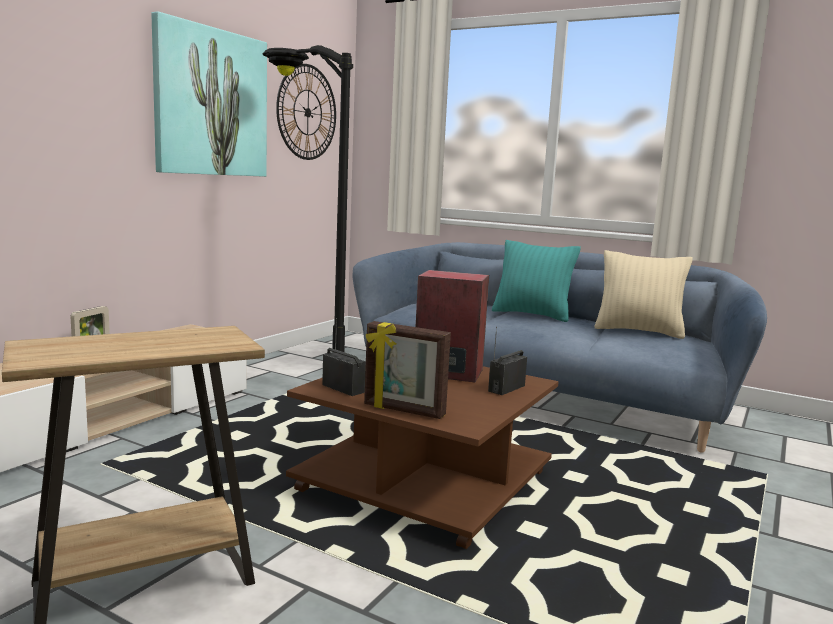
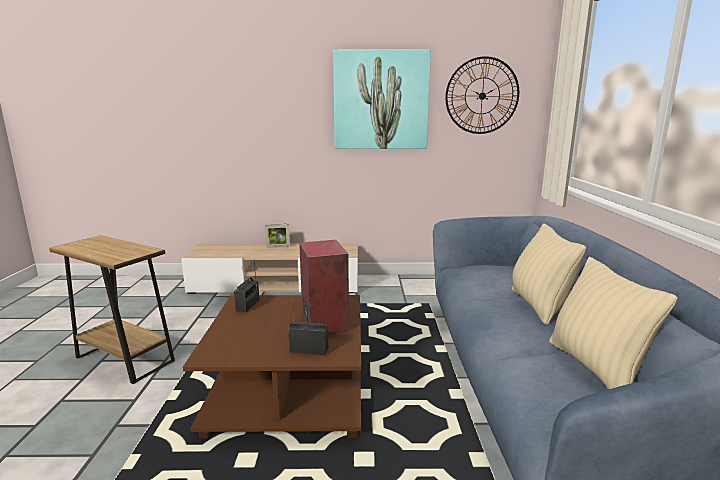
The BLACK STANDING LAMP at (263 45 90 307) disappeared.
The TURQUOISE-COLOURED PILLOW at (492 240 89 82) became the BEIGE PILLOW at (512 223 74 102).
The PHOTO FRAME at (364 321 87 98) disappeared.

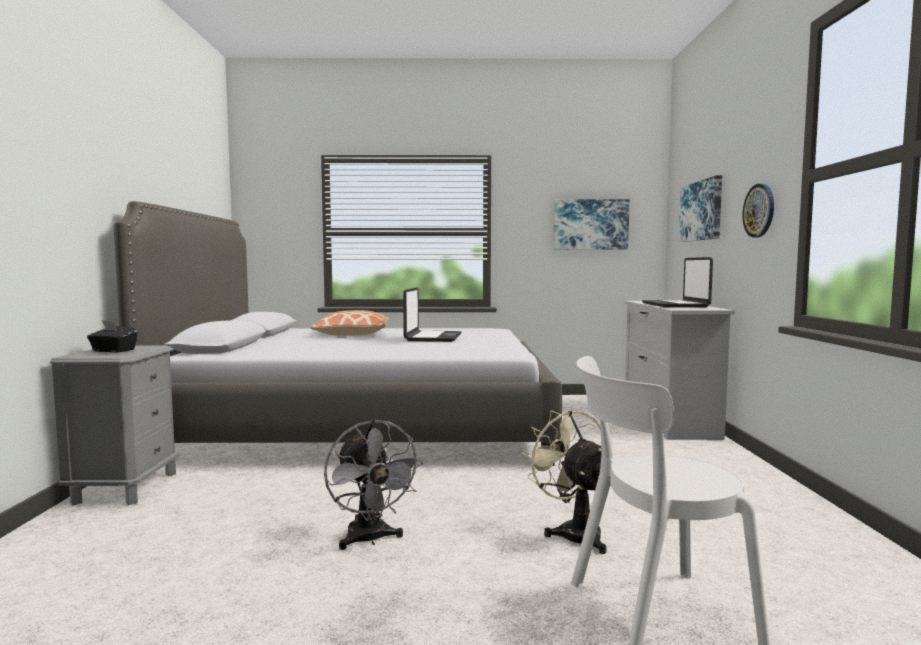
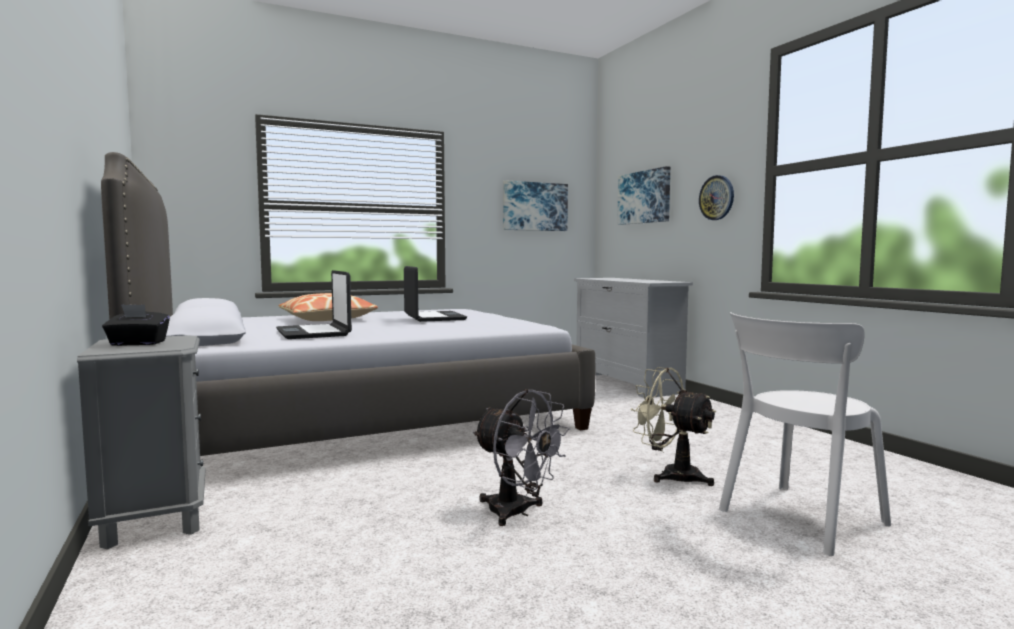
The LAPTOP moved from (642 257 71 50) to (276 270 76 69).

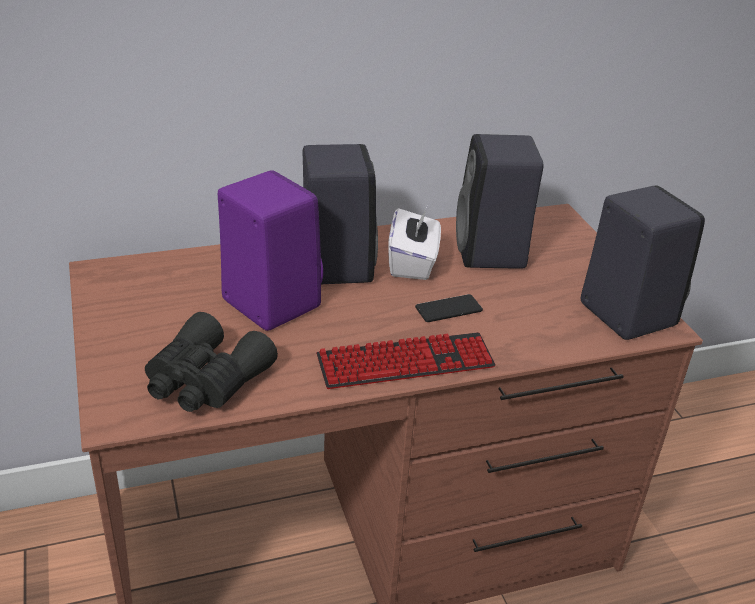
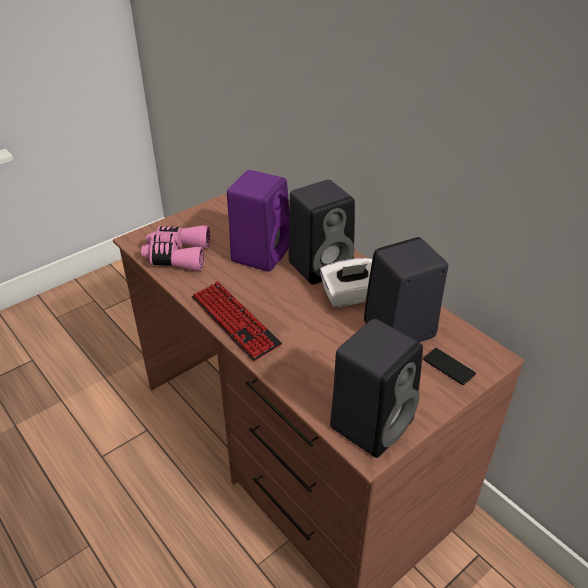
The TELEPHONE moved from (415 294 68 28) to (423 348 53 37).
The BLACK FIELD GLASSES at (145 312 133 100) became the PINK-COLOURED FIELD GLASSES at (141 225 69 46).

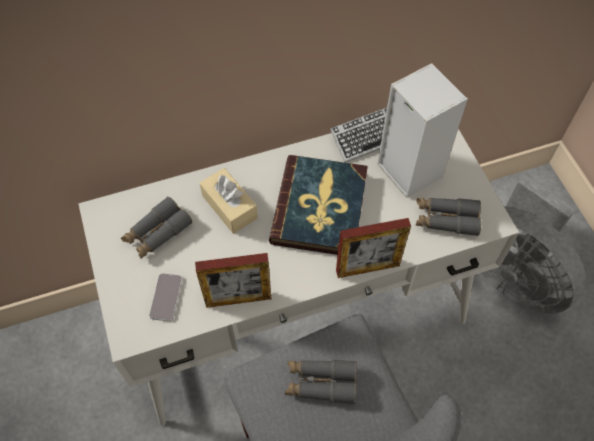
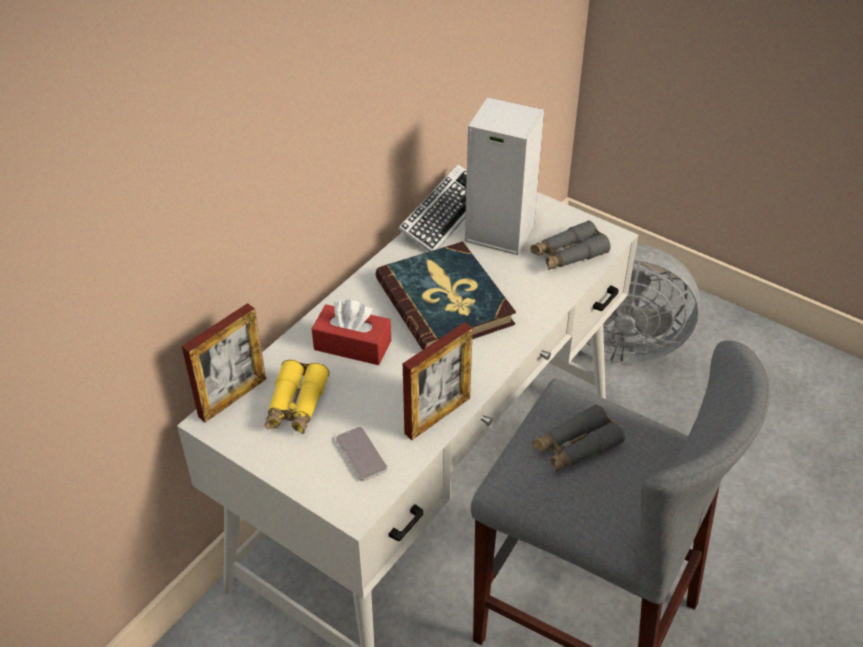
The BEIGE TISSUE HOLDER at (200 168 58 66) became the REDDISH TISSUE HOLDER at (312 300 79 65).
The GRAY FIELD GLASSES at (121 197 71 62) became the YELLOW-COLOURED FIELD GLASSES at (265 359 64 75).
The PHOTO FRAME moved from (336 218 75 60) to (182 303 84 119).

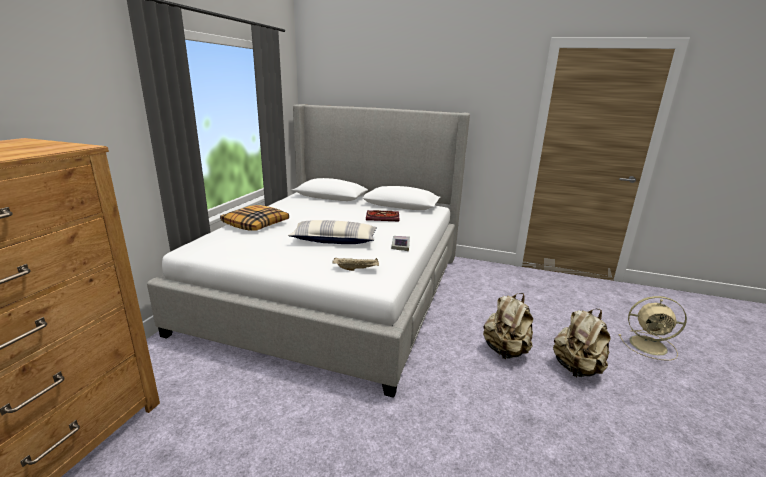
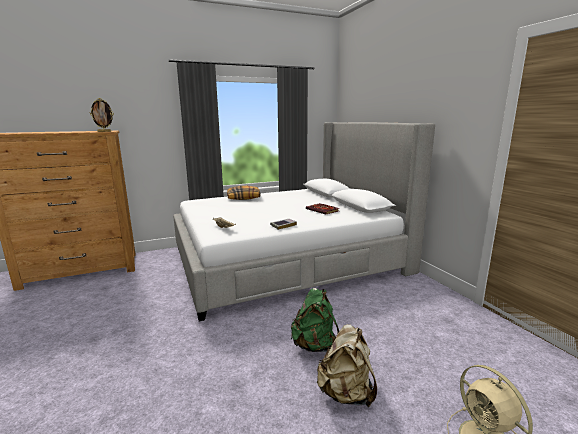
The PILLOW at (288 220 89 24) disappeared.
The BEIGE KNAPSACK at (483 293 50 66) became the GREEN KNAPSACK at (291 288 48 64).
The PHOTO FRAME at (90 98 24 34) appeared.

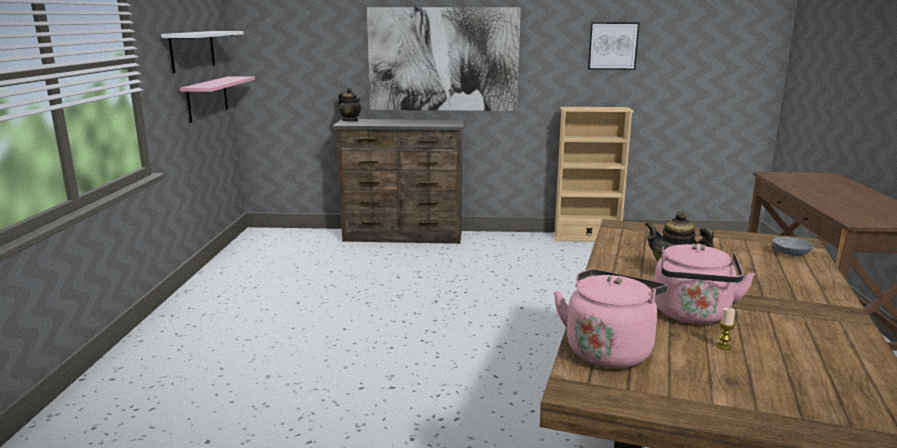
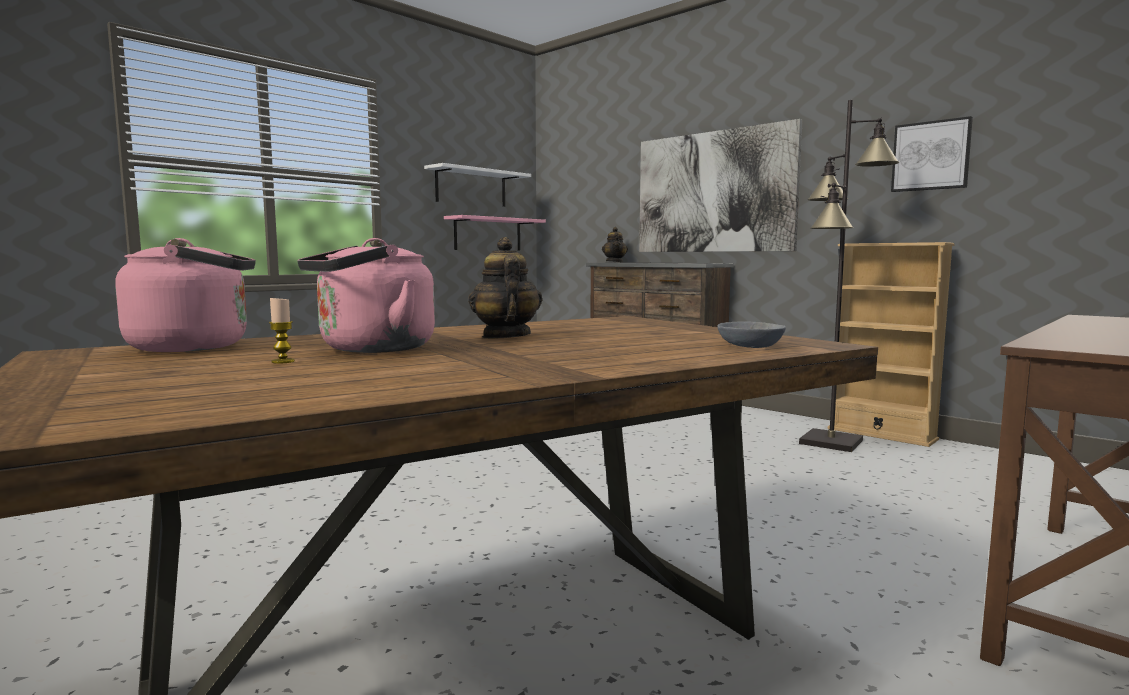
The BLACK STANDING LAMP at (799 100 100 352) appeared.

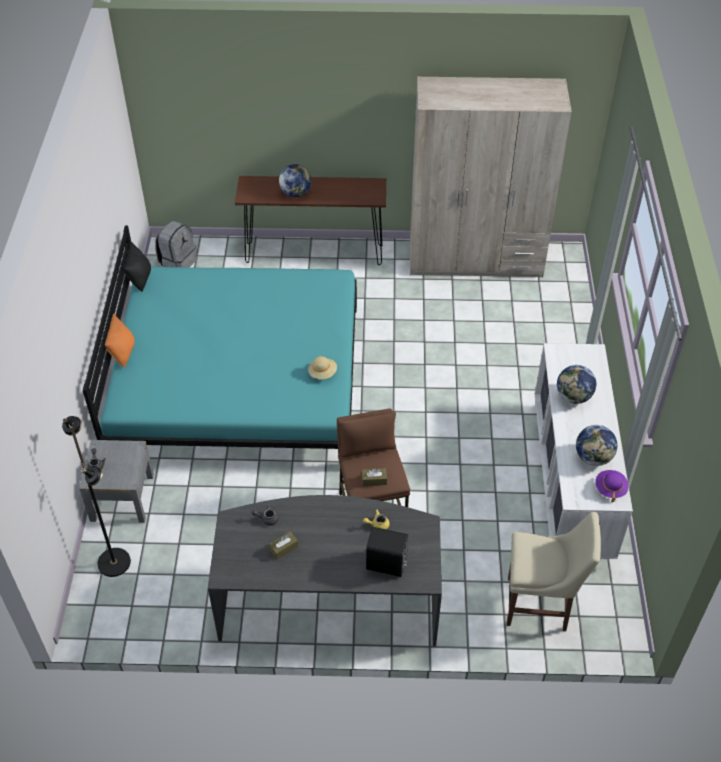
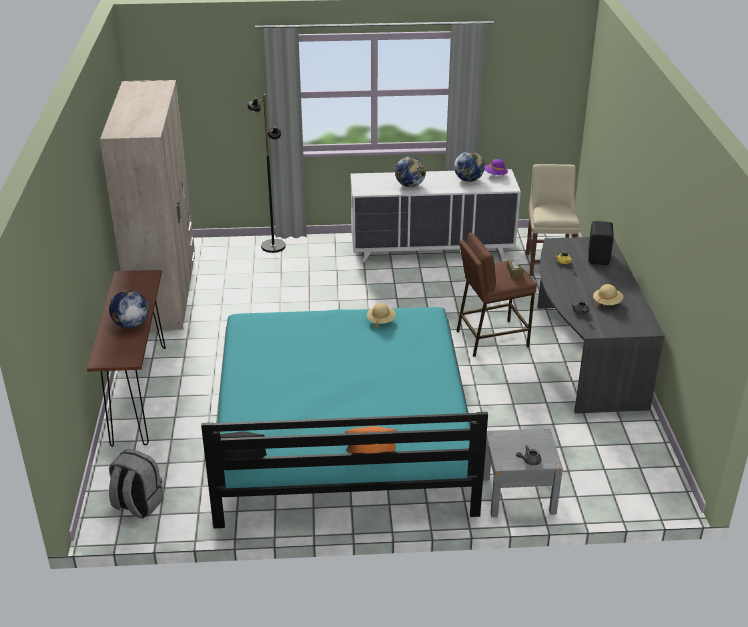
The BLACK STANDING LAMP moved from (62 416 69 161) to (247 94 39 159).
The BROWN-COLOURED TISSUE HOLDER at (269 531 29 28) was replaced by the BEIGE HAT at (593 284 30 23).

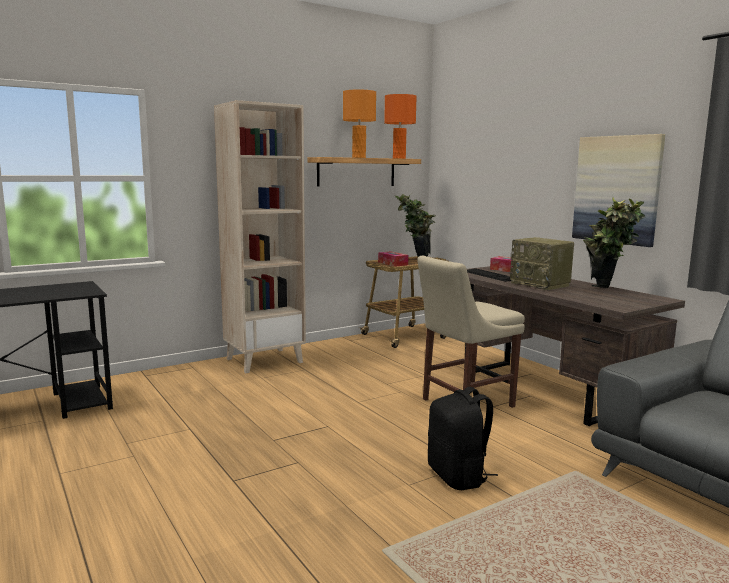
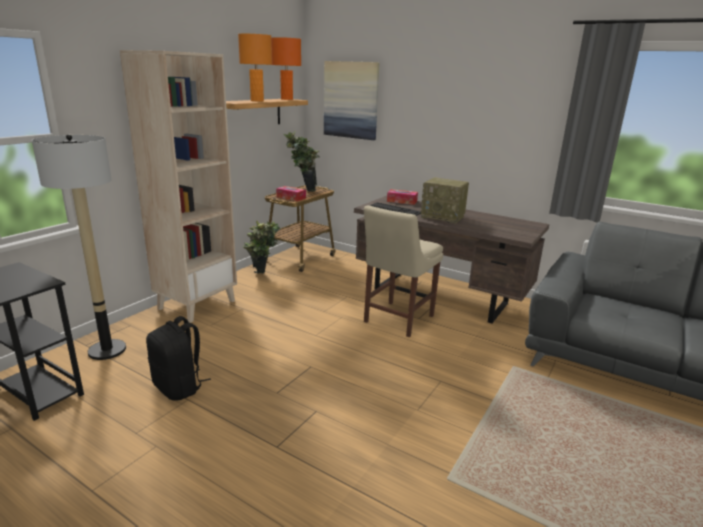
The WALL PICTURE moved from (572 134 93 113) to (324 61 56 79).
The POTTED PLANT moved from (583 197 63 91) to (243 221 38 53).
The BLACK KNAPSACK moved from (428 387 70 103) to (146 316 65 84).
The STANDING LAMP at (32 135 94 225) appeared.

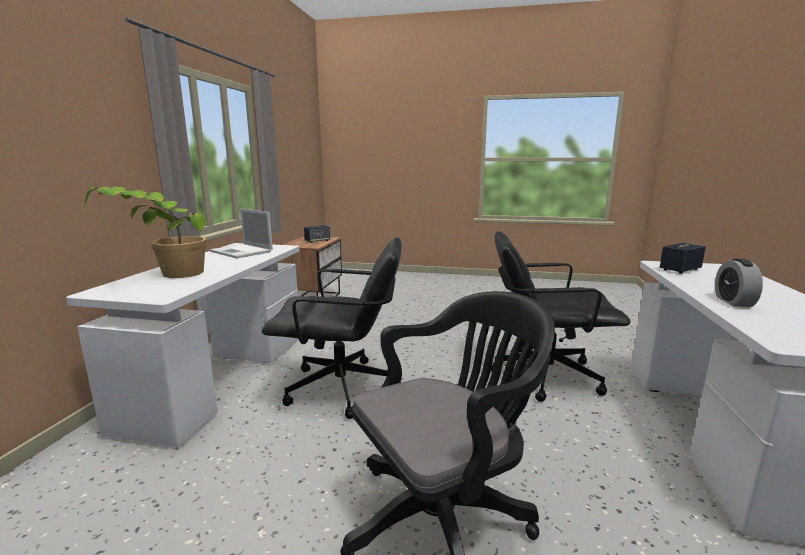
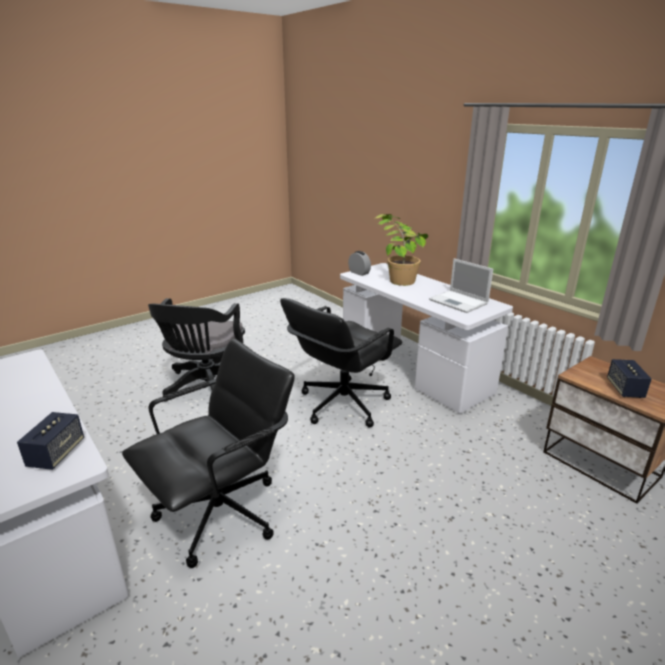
The LAPTOP at (210 209 63 49) turned 120 degrees counterclockwise.
The TABLE CLOCK moved from (715 259 48 48) to (348 251 23 25).

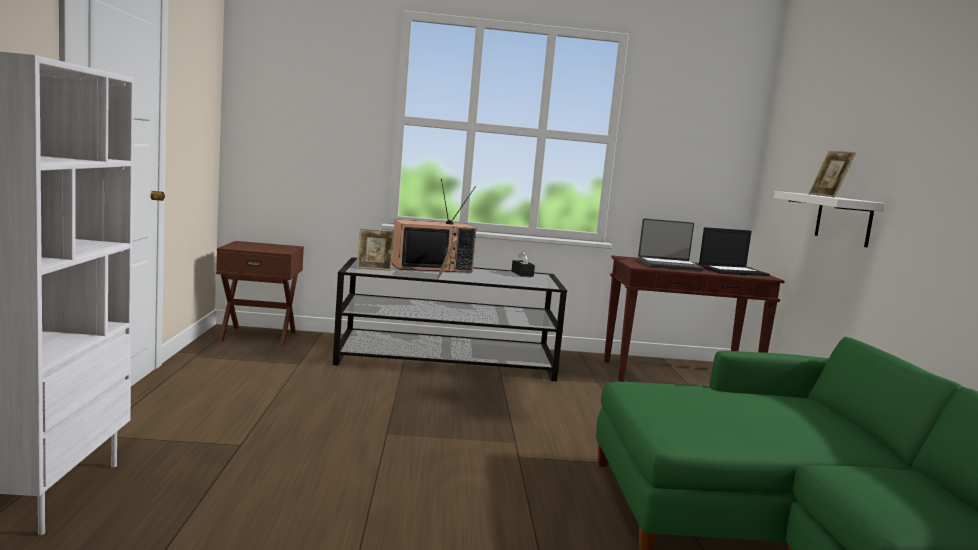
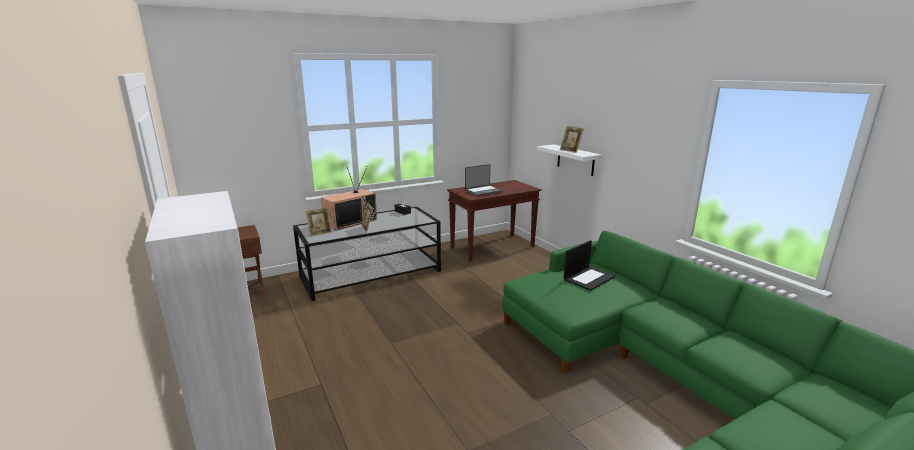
The LAPTOP moved from (699 227 71 49) to (564 240 51 51).

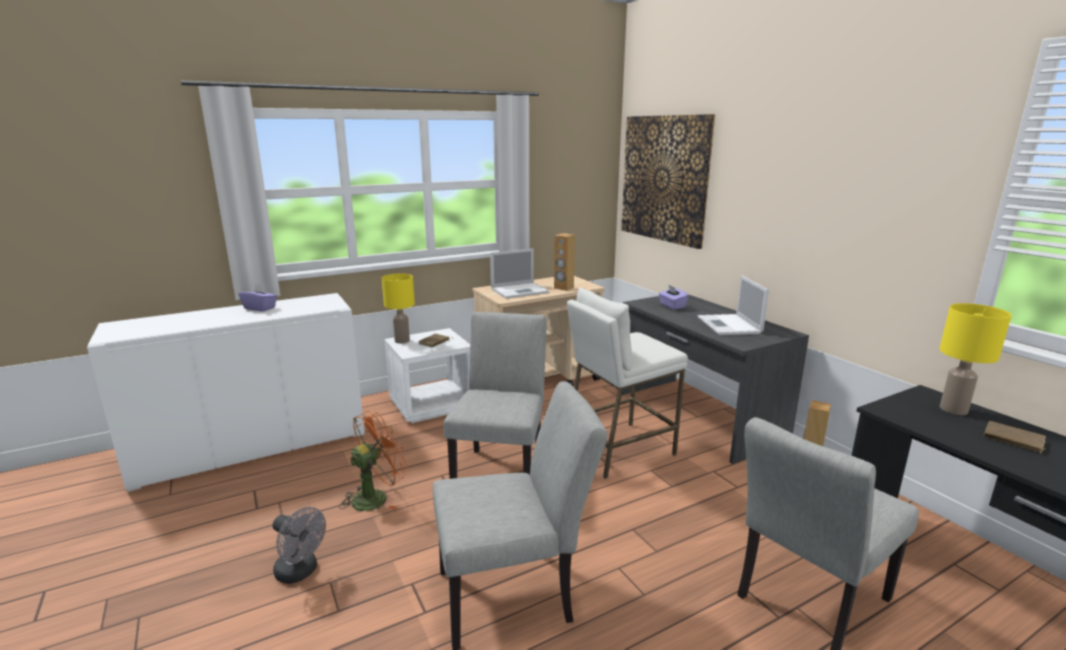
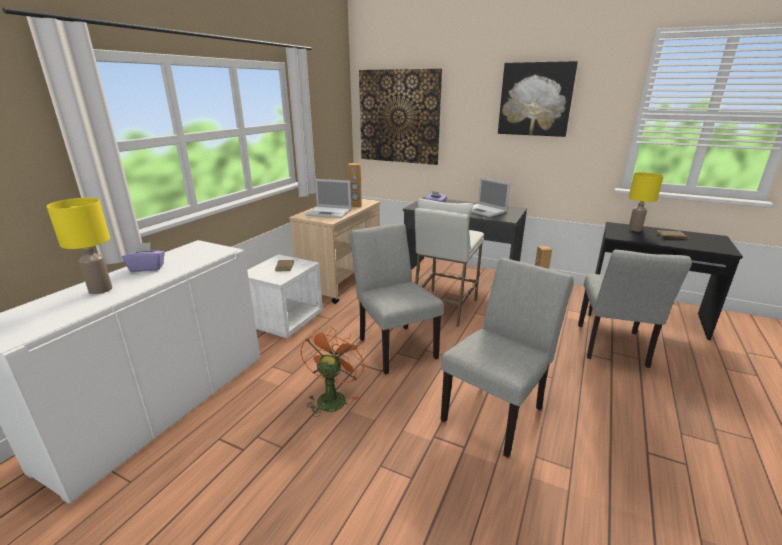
The LAPTOP at (490 249 59 50) turned 75 degrees clockwise.
The YELLOW-COLOURED TABLE LAMP moved from (382 273 33 71) to (46 198 66 96).
The GRAY FAN at (273 507 53 77) disappeared.
The WALL PICTURE at (498 61 80 76) appeared.

